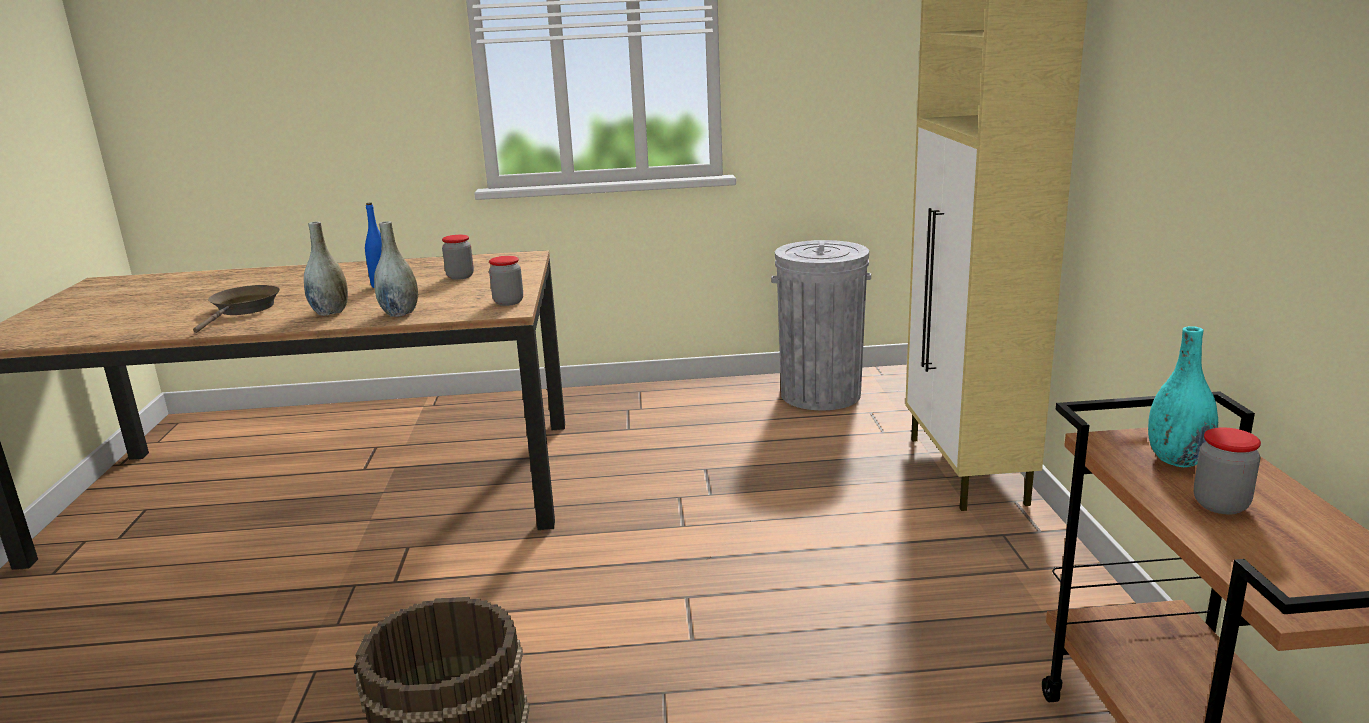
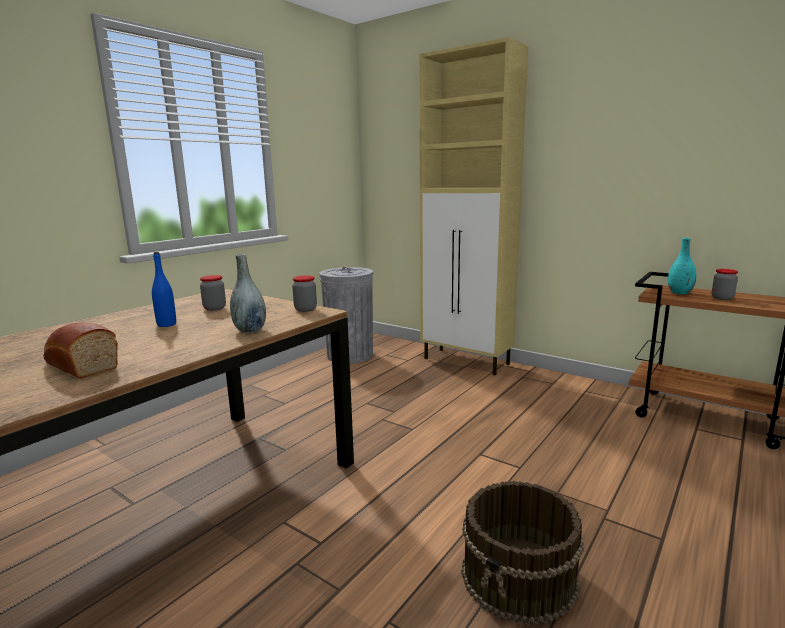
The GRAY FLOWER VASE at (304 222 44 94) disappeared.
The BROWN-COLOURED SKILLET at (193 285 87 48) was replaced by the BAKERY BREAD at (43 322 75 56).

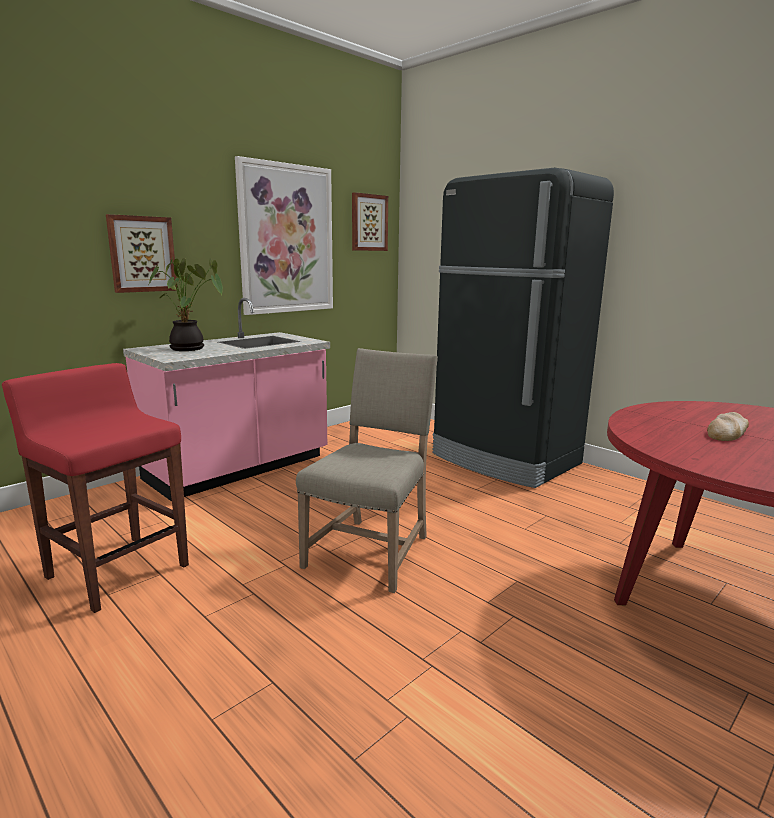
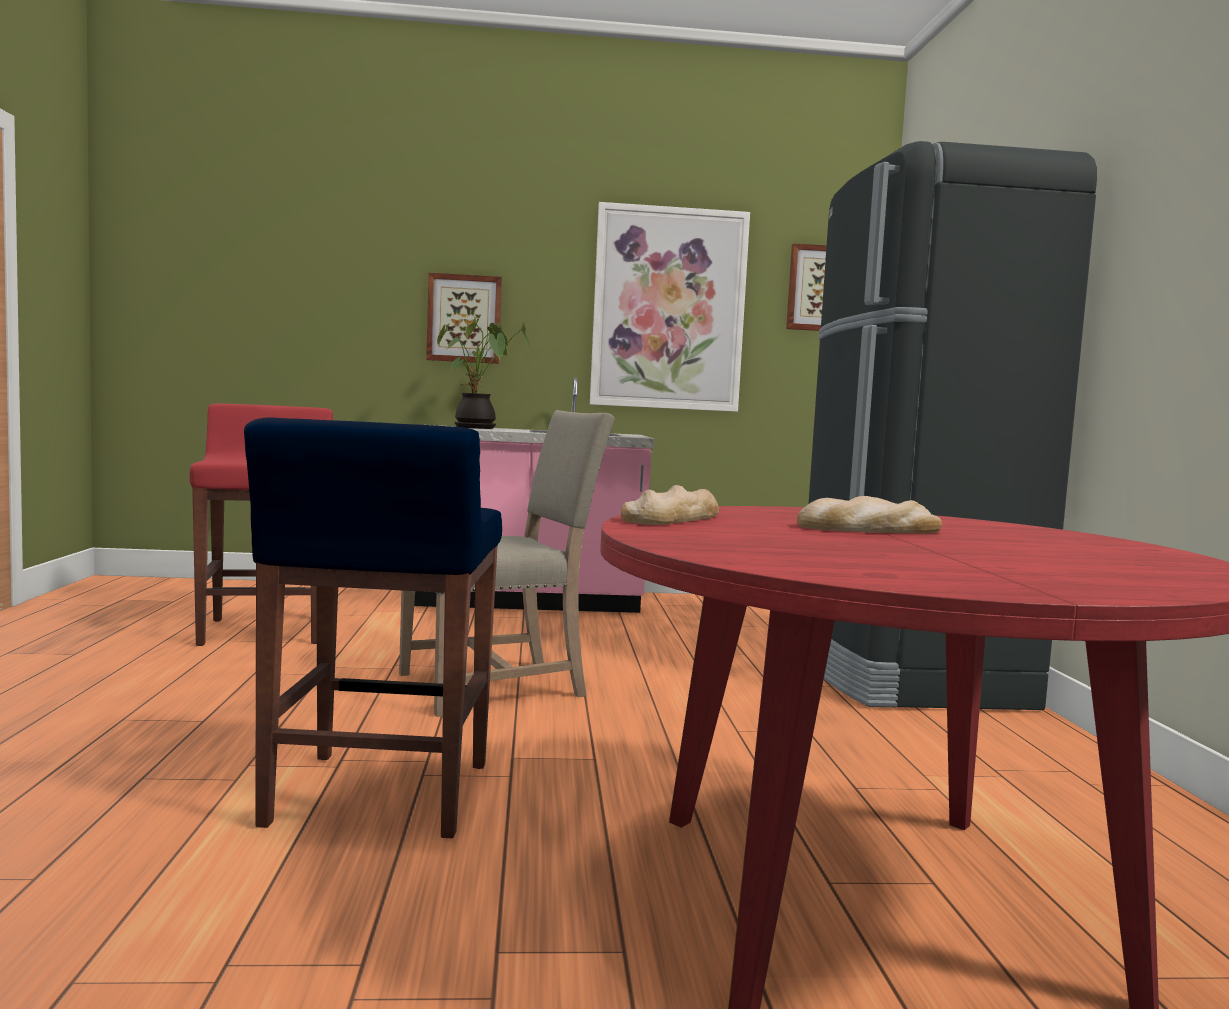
The BLUISH SITTING STOOL at (244 417 258 421) appeared.
The BAKERY BREAD at (621 485 98 40) appeared.

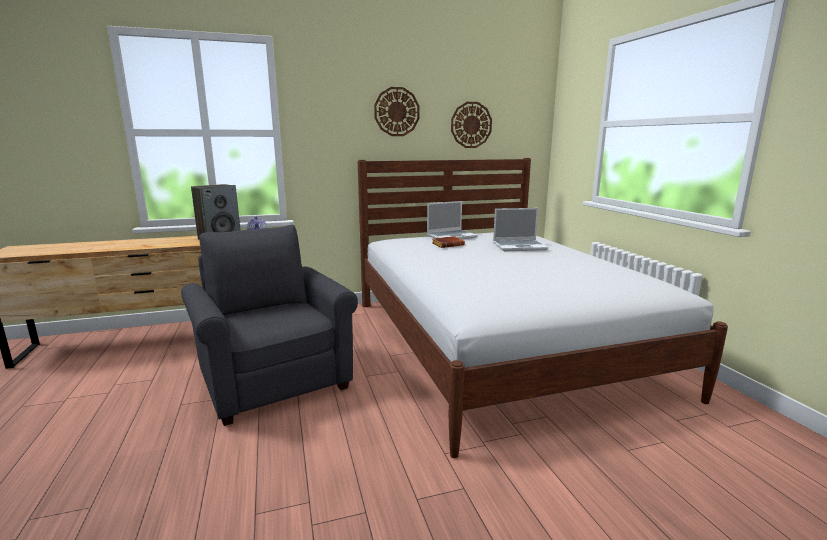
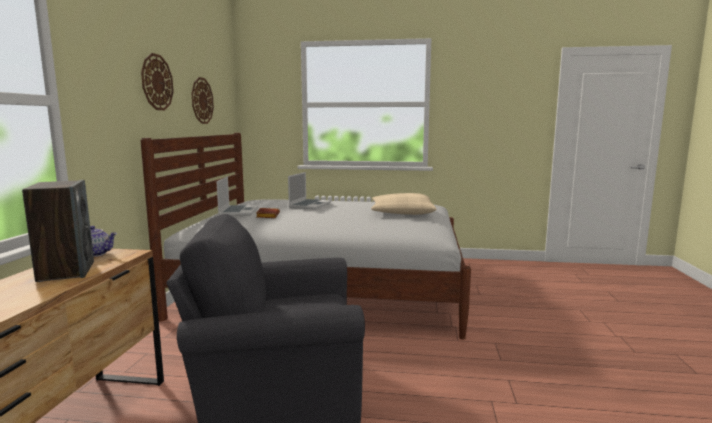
The BEIGE PILLOW at (371 193 65 22) appeared.

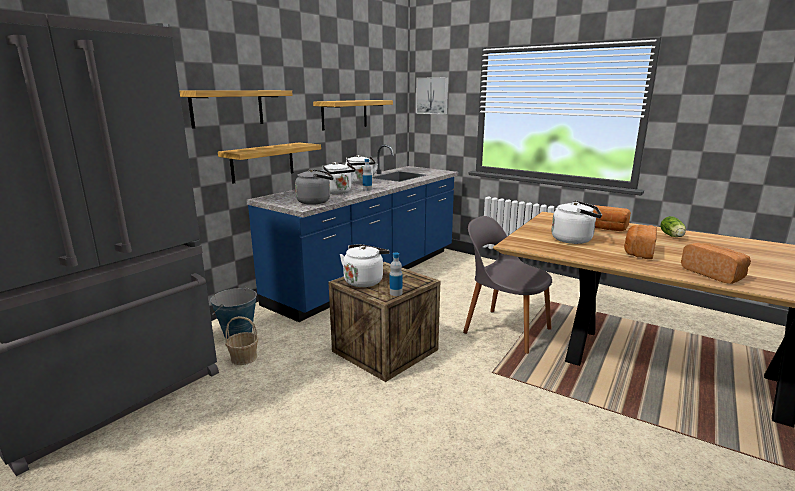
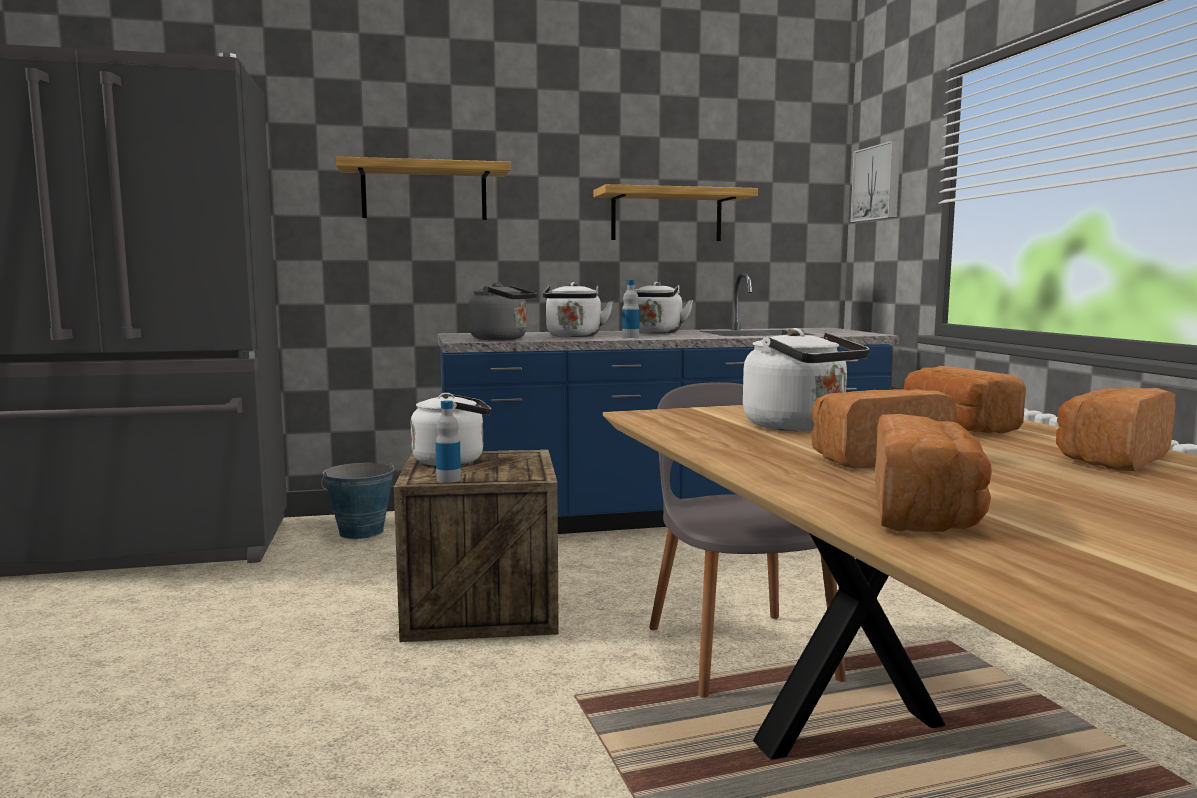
The BRACKET SHELF at (218 143 103 41) disappeared.
The LETTUCE HEAD at (660 216 26 21) was replaced by the BAKERY BREAD at (1056 387 119 84).
The STORAGE BASKET at (225 316 34 49) disappeared.

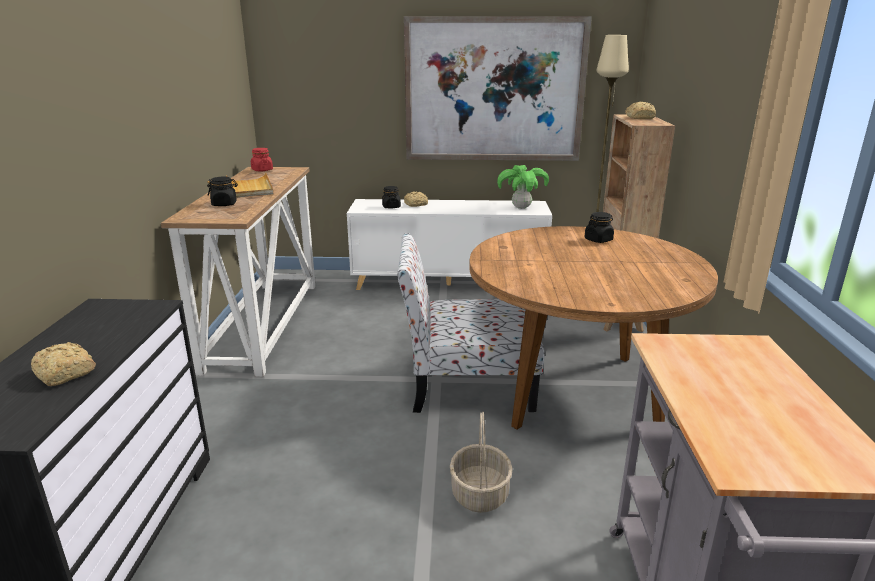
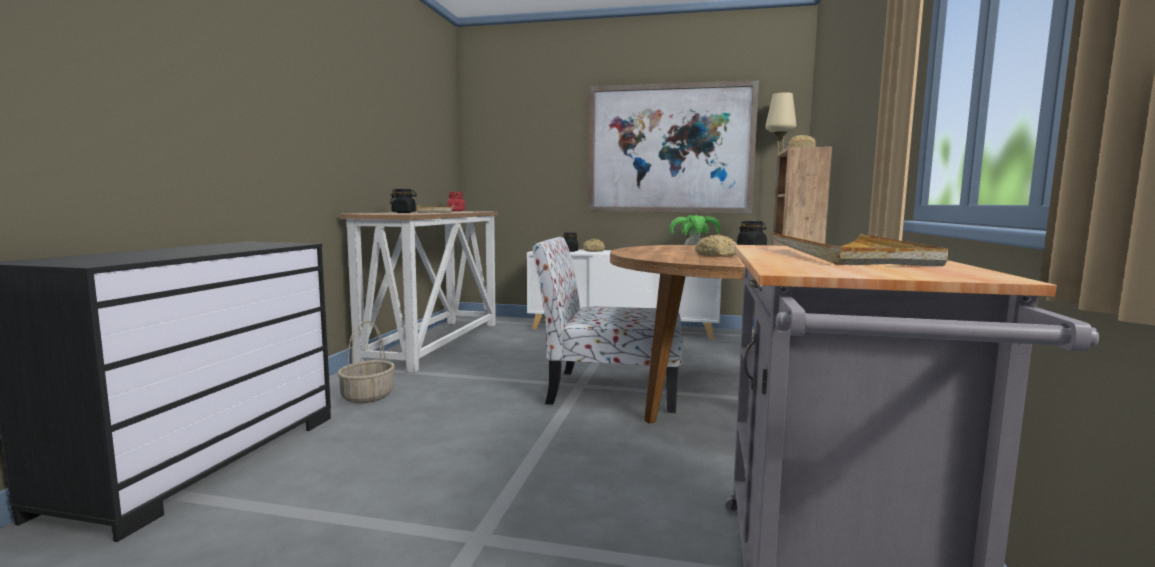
The BAKERY BREAD moved from (31 342 65 44) to (695 234 42 23).
The STORAGE BASKET moved from (450 412 63 101) to (337 321 58 83).
The BEIGE SERVING TRAY at (771 233 177 33) appeared.

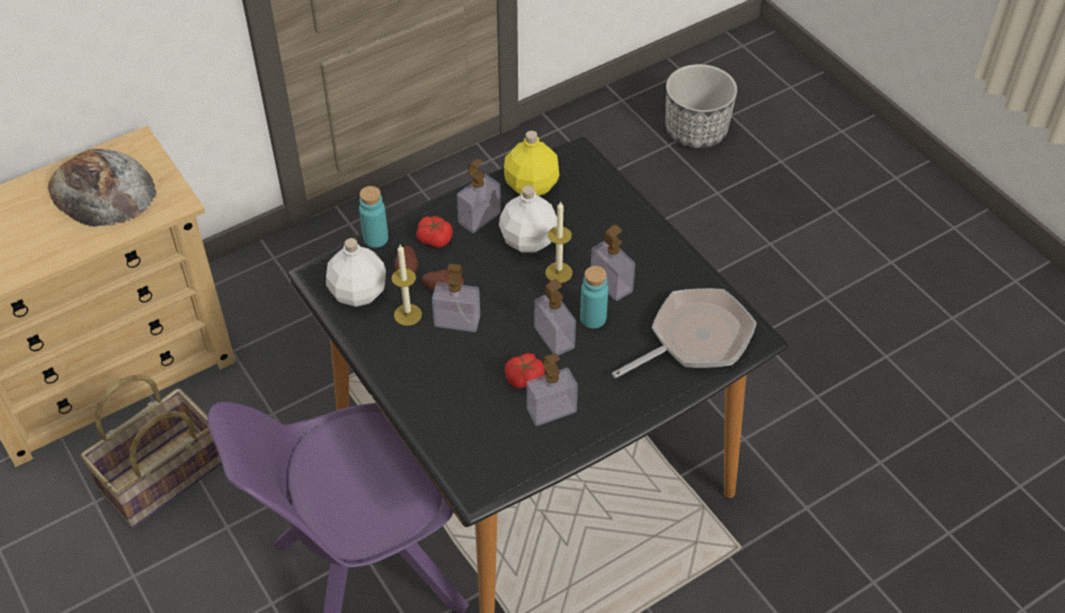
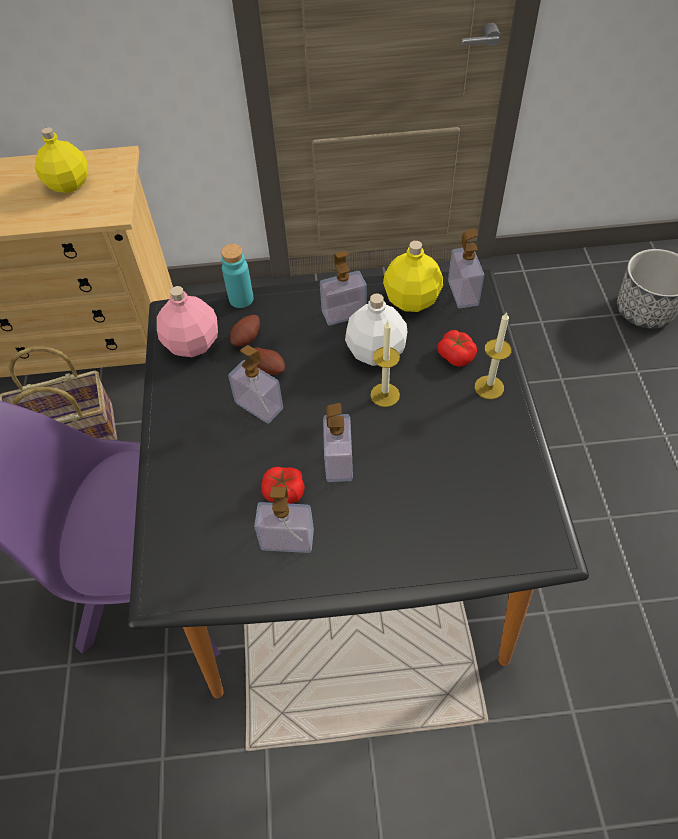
The BAKERY BREAD at (48 149 109 78) was replaced by the YELLOW-COLOURED BEVERAGE BOTTLE at (35 127 53 66).
The WHOLE TOMATO moved from (416 216 37 32) to (437 330 40 37).
The SOAP DISPENSER moved from (591 225 44 76) to (448 228 36 80).
The WHITISH BEVERAGE BOTTLE at (326 238 60 69) became the PINK-COLOURED BEVERAGE BOTTLE at (157 286 61 71).
The WAX LIGHT moved from (391 245 31 81) to (475 312 37 87).
The TURQUOISE-COLOURED BEVERAGE BOTTLE at (580 266 28 62) disappeared.
The SKILLET at (612 288 145 90) disappeared.

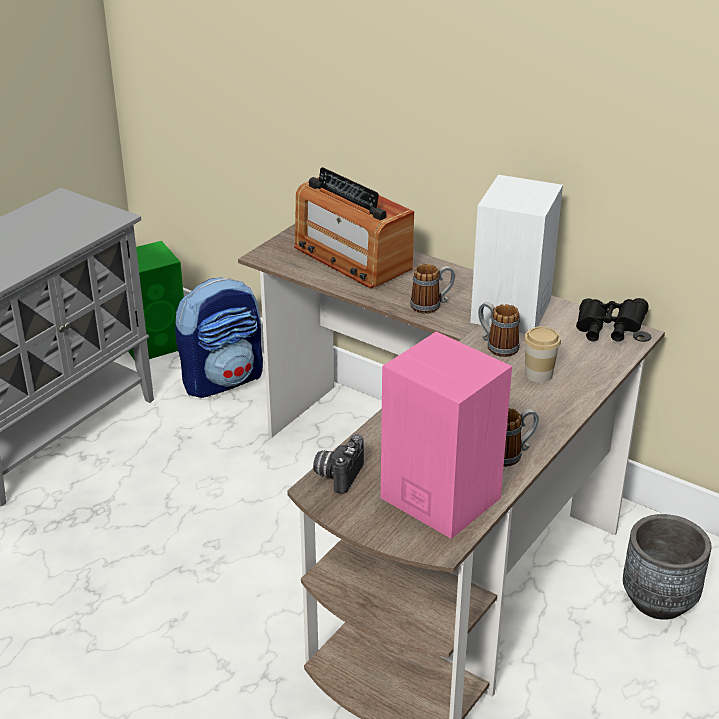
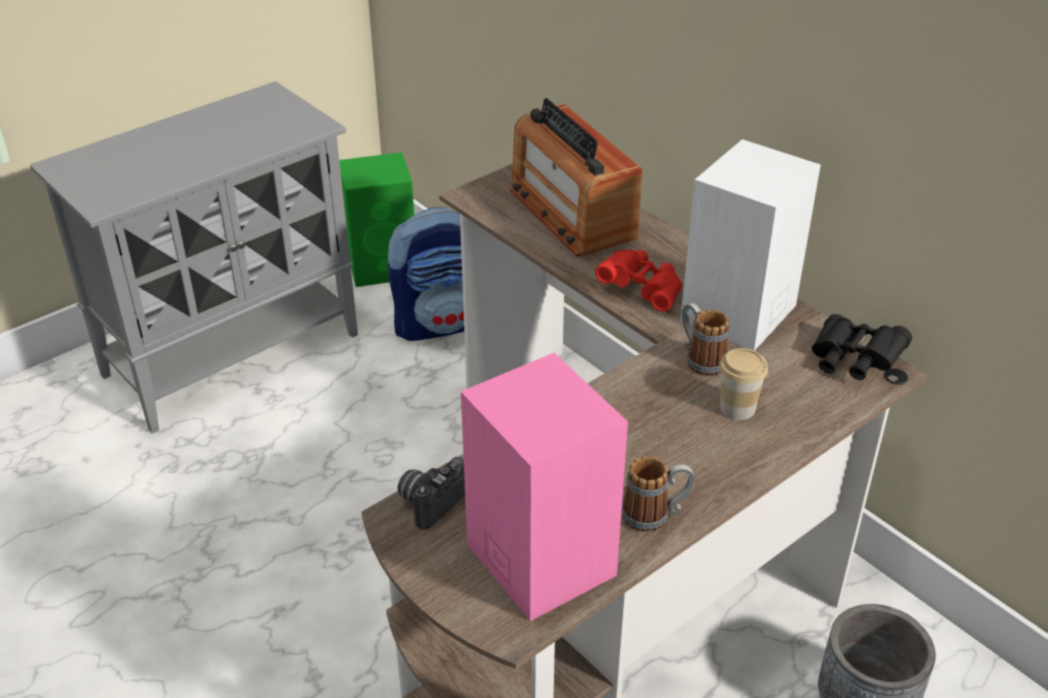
The TEA MUG at (410 264 45 50) was replaced by the REDDISH FIELD GLASSES at (595 249 87 63).

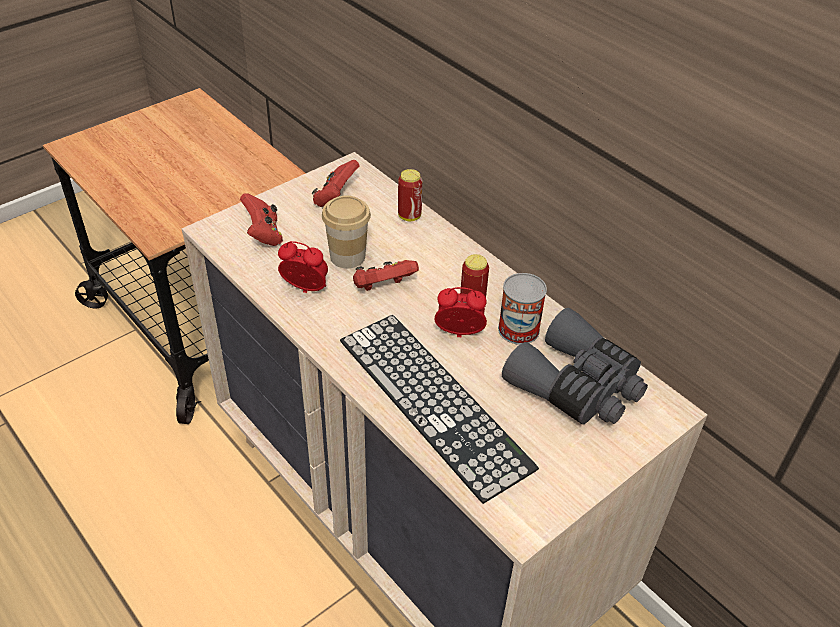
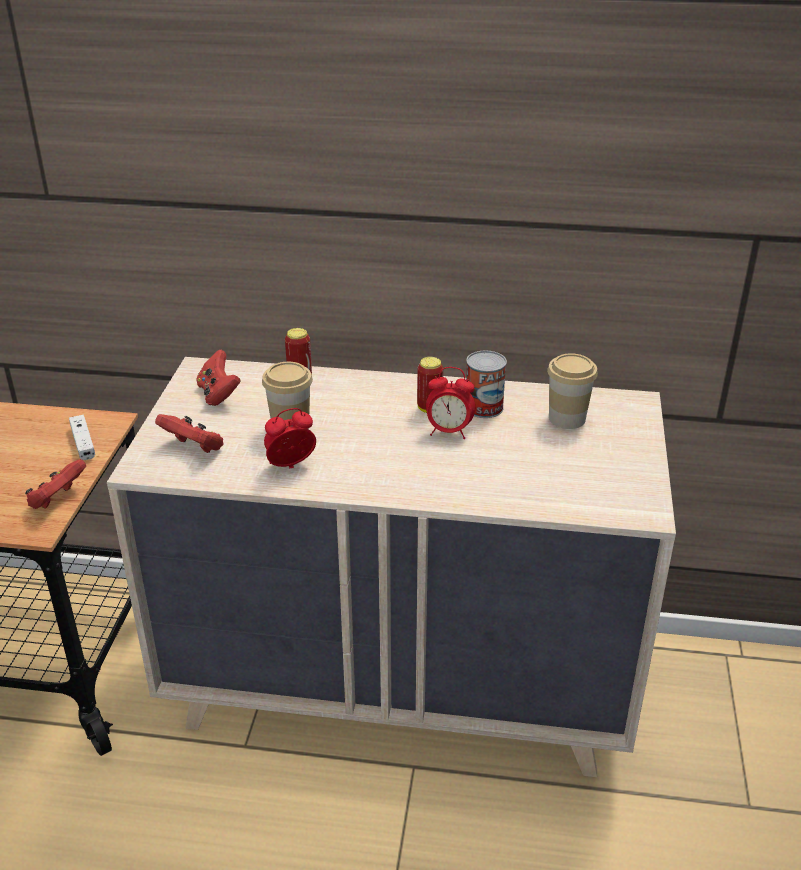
The REDDISH JOYPAD moved from (353 260 66 31) to (25 459 61 50).
The TABLE CLOCK at (435 287 52 50) turned 135 degrees counterclockwise.
The GRAY FIELD GLASSES at (502 308 146 116) was replaced by the SMALL CUP at (547 353 51 76).
The KEYBOARD at (340 315 199 189) disappeared.
The WHITISH JOYPAD at (69 415 26 45) appeared.

